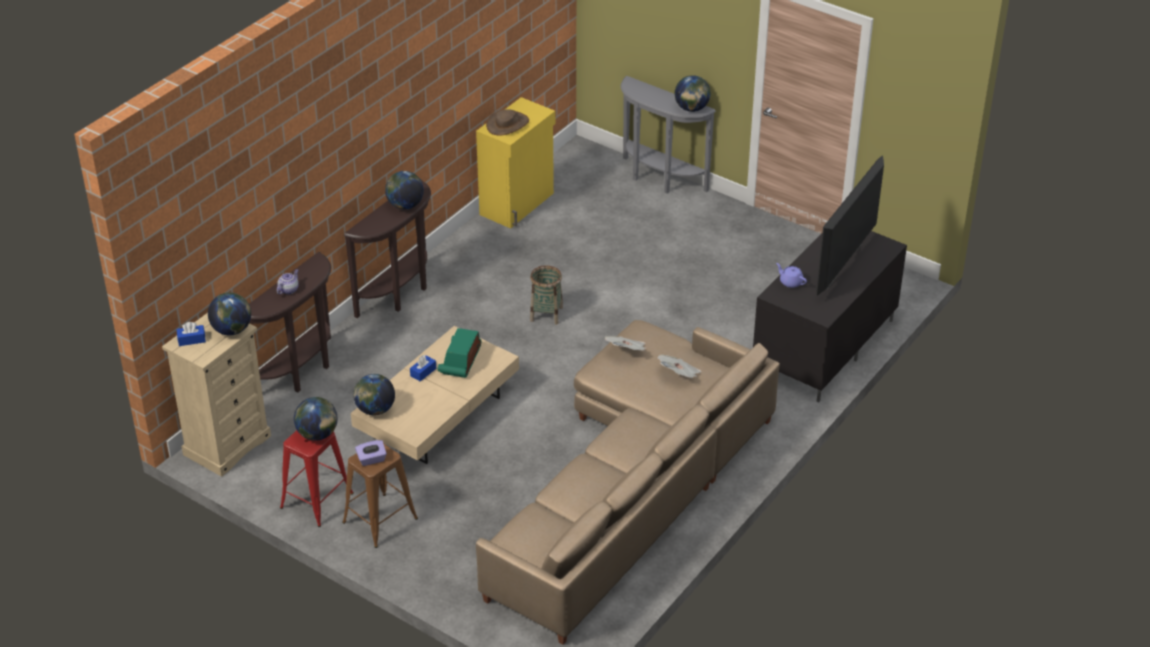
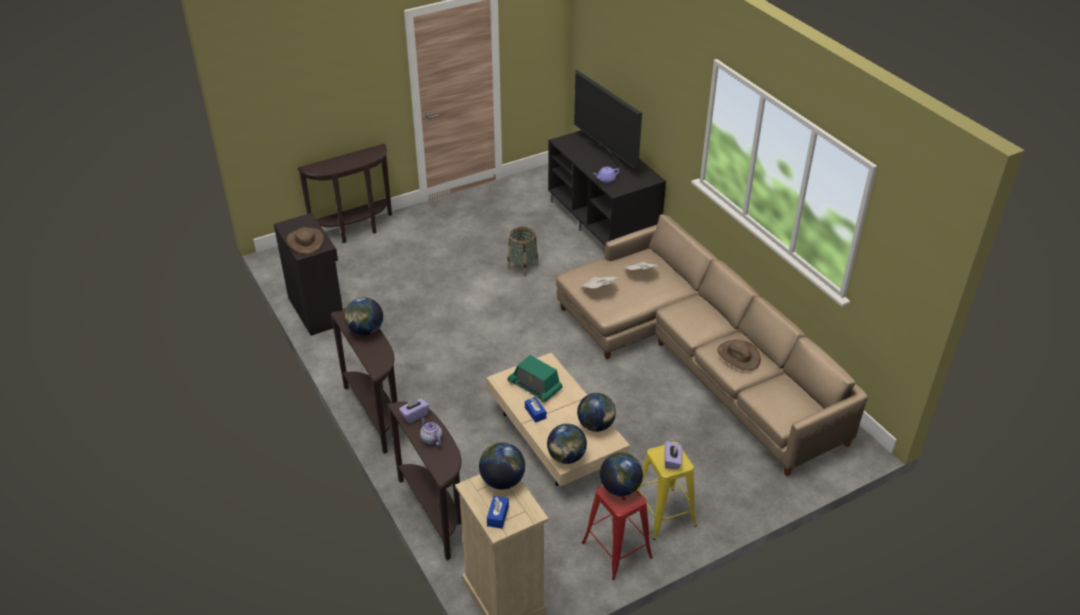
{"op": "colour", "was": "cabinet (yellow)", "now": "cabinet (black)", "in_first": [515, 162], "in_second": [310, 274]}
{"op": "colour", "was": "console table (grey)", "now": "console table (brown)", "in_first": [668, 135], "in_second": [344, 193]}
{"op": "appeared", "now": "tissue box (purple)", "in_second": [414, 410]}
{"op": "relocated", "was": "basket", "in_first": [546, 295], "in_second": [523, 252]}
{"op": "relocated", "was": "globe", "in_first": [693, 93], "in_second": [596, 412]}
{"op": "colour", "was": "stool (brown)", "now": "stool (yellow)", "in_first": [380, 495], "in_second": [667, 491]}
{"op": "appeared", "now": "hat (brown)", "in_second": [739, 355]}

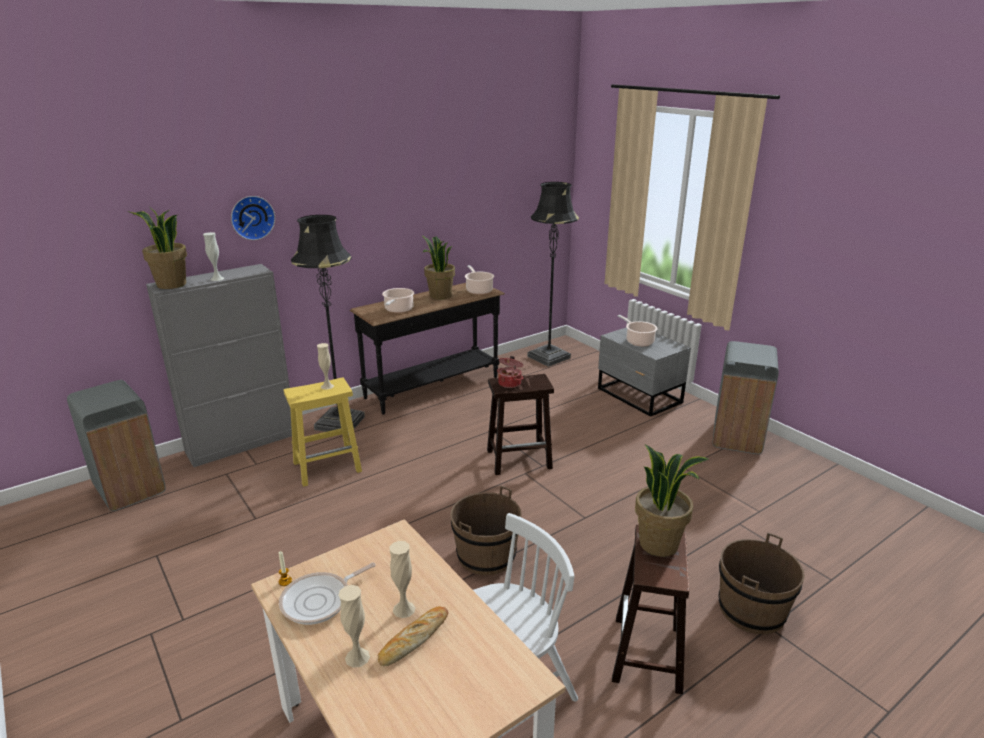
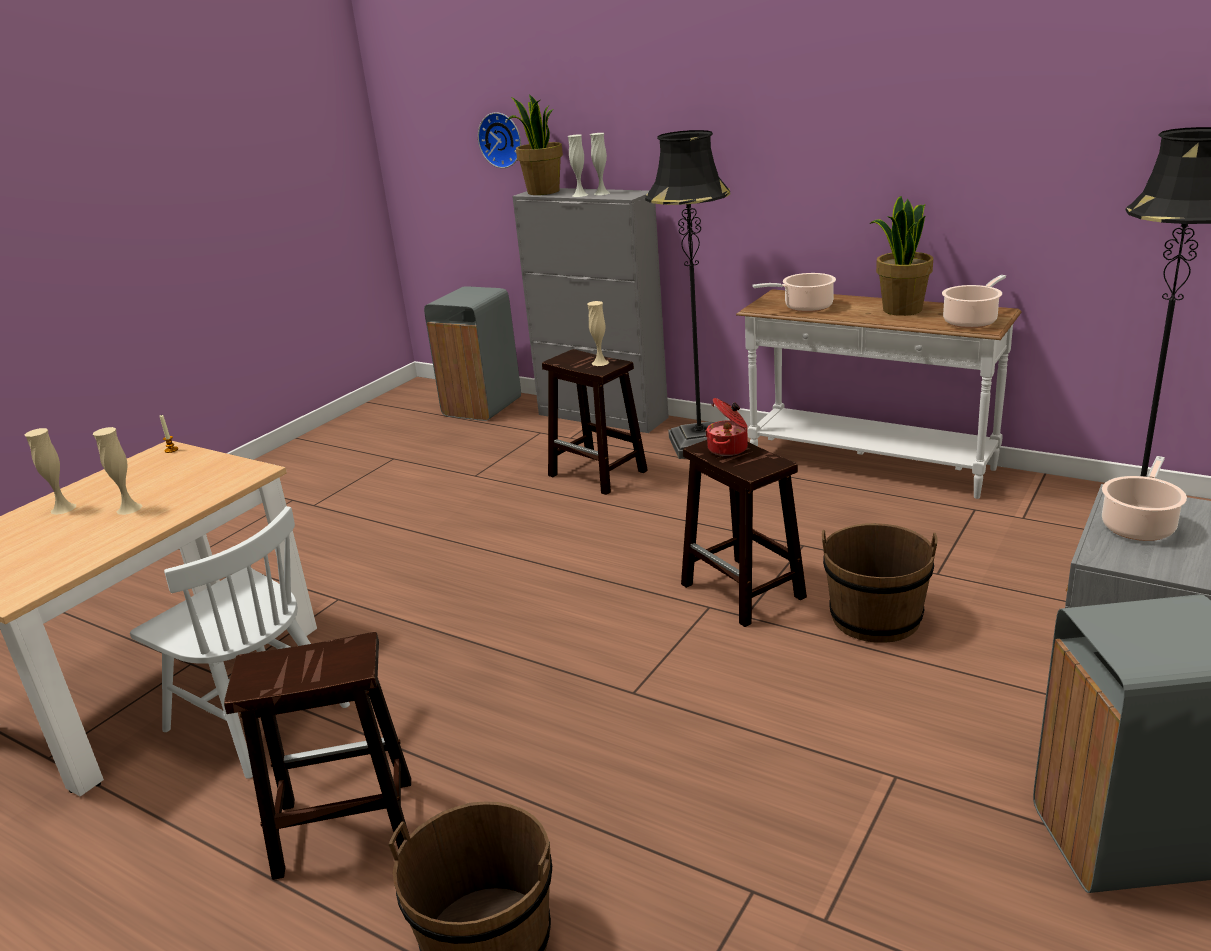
{"op": "relocated", "was": "wall clock", "in_first": [253, 218], "in_second": [499, 140]}
{"op": "colour", "was": "stool (yellow)", "now": "stool (brown)", "in_first": [323, 432], "in_second": [595, 422]}
{"op": "appeared", "now": "vase (white)", "in_second": [600, 164]}
{"op": "colour", "was": "console table (black)", "now": "console table (white)", "in_first": [427, 348], "in_second": [879, 394]}
{"op": "relocated", "was": "bucket (brown)", "in_first": [486, 530], "in_second": [880, 583]}
{"op": "missing", "was": "frying pan", "in_first": [327, 593]}
{"op": "missing", "was": "bread", "in_first": [413, 636]}
{"op": "missing", "was": "potted plant", "in_first": [672, 500]}

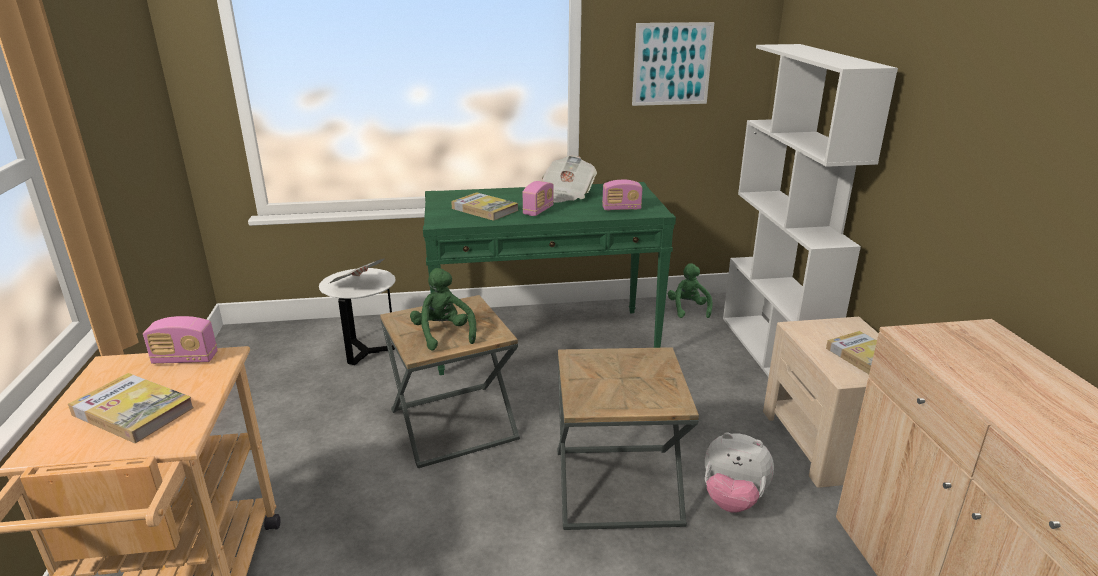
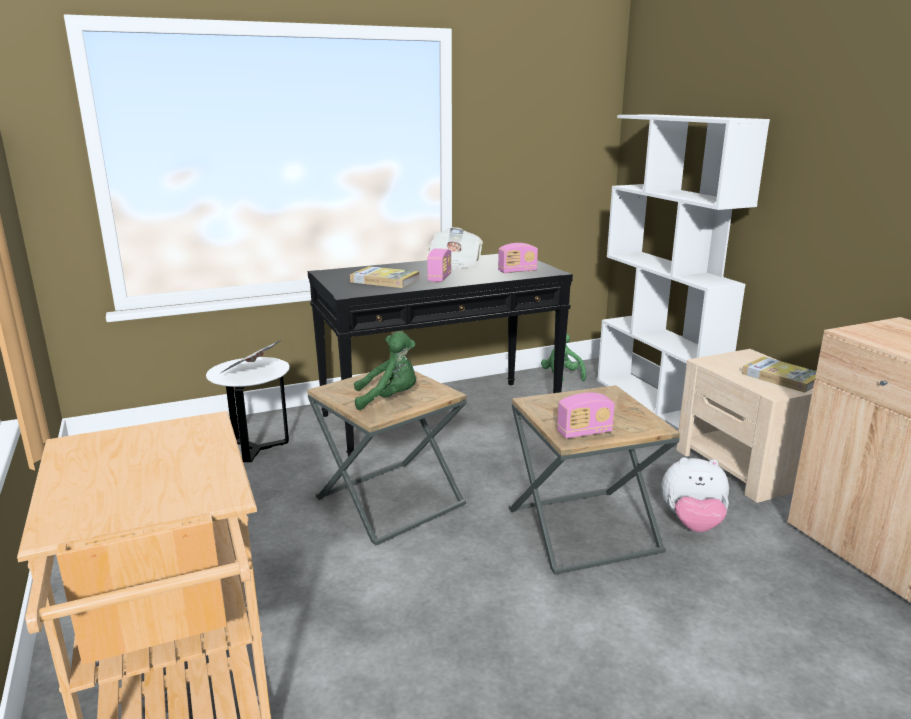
{"op": "colour", "was": "console table (green)", "now": "console table (black)", "in_first": [549, 278], "in_second": [440, 355]}
{"op": "spun", "was": "plush toy (green)", "in_first": [443, 309], "in_second": [385, 370], "clockwise": 120}
{"op": "relocated", "was": "radio", "in_first": [180, 340], "in_second": [586, 415]}
{"op": "missing", "was": "book", "in_first": [131, 408]}
{"op": "missing", "was": "picture", "in_first": [673, 64]}

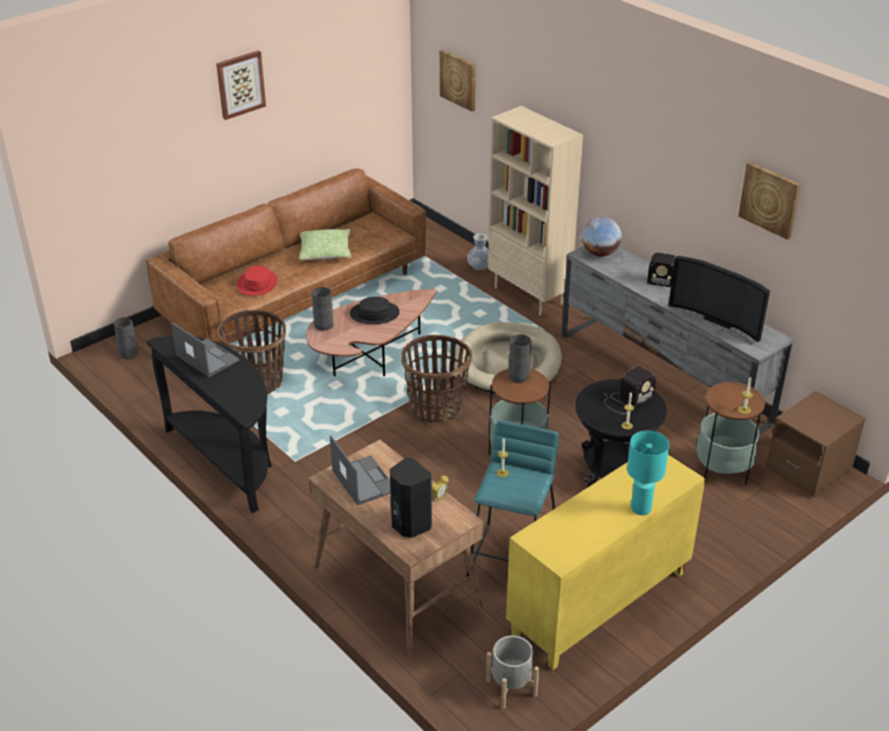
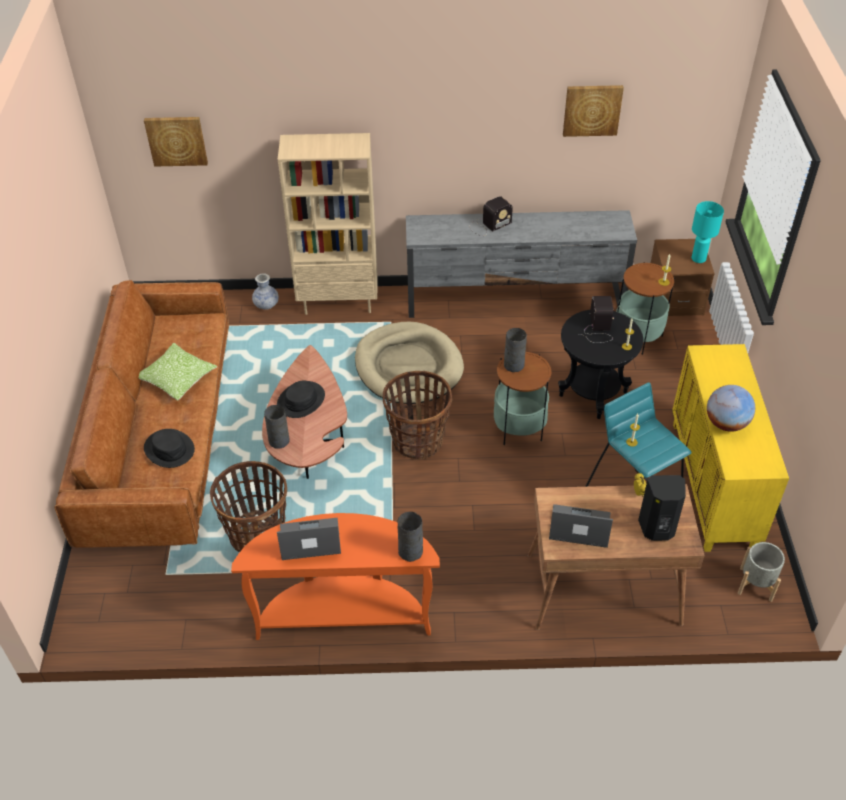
{"op": "colour", "was": "hat (red)", "now": "hat (black)", "in_first": [257, 281], "in_second": [169, 448]}
{"op": "colour", "was": "console table (black)", "now": "console table (orange)", "in_first": [209, 424], "in_second": [335, 576]}
{"op": "relocated", "was": "vase (grey)", "in_first": [126, 338], "in_second": [410, 537]}
{"op": "relocated", "was": "table lamp (turquoise)", "in_first": [648, 473], "in_second": [708, 232]}
{"op": "relocated", "was": "globe", "in_first": [601, 236], "in_second": [731, 408]}
{"op": "missing", "was": "picture", "in_first": [241, 85]}
{"op": "missing", "was": "television", "in_first": [719, 299]}

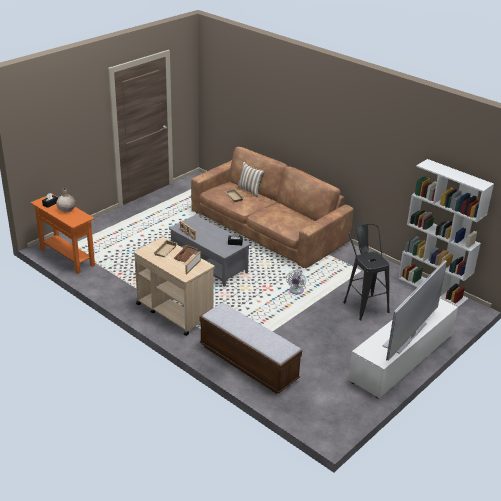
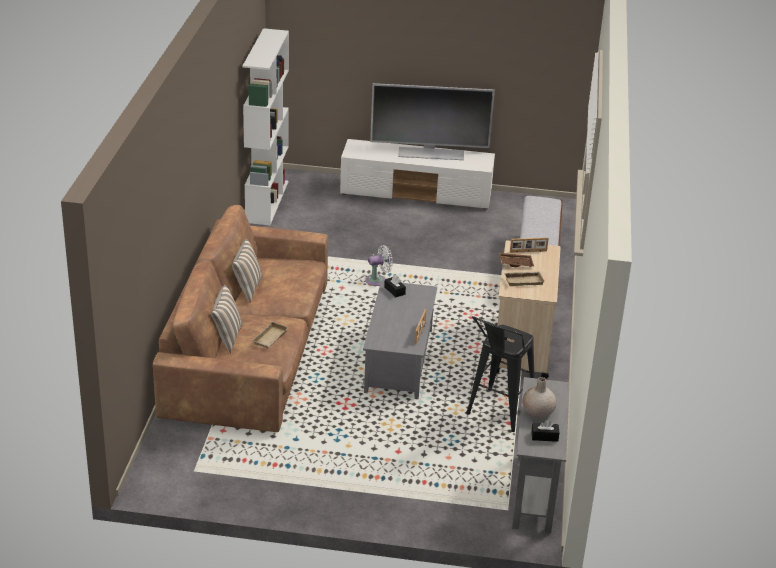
{"op": "appeared", "now": "pillow", "in_second": [247, 270]}
{"op": "relocated", "was": "stool (black)", "in_first": [366, 272], "in_second": [500, 374]}
{"op": "colour", "was": "console table (orange)", "now": "console table (grey)", "in_first": [62, 234], "in_second": [541, 455]}

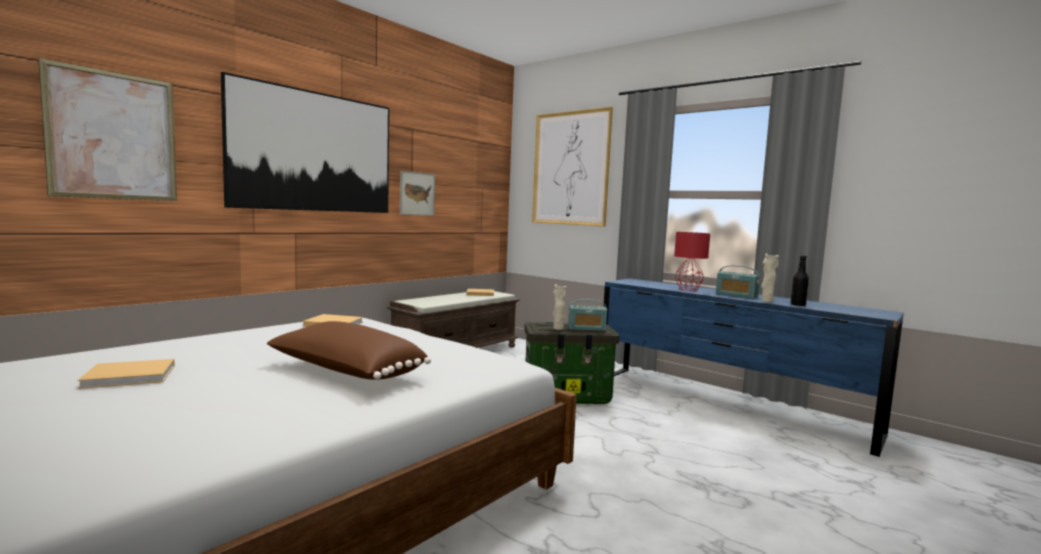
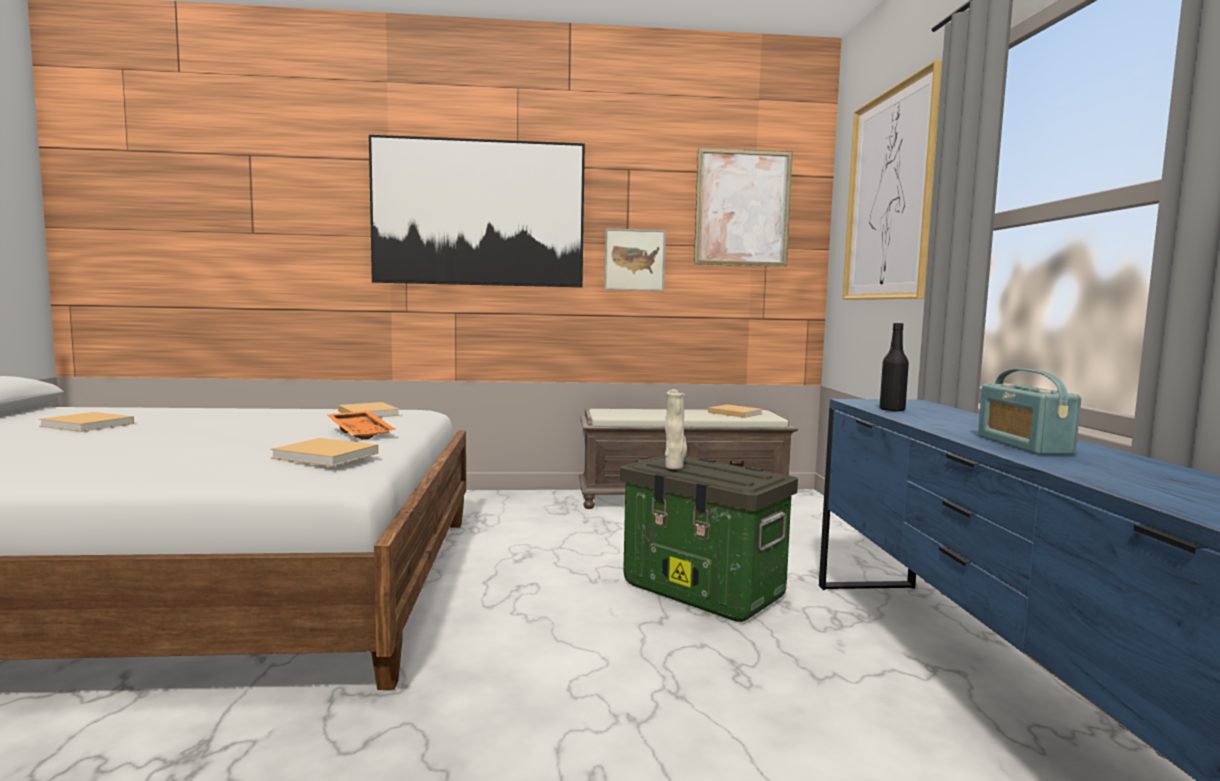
{"op": "appeared", "now": "book (beige)", "in_second": [324, 452]}
{"op": "appeared", "now": "tray (orange)", "in_second": [362, 425]}
{"op": "relocated", "was": "picture", "in_first": [107, 129], "in_second": [743, 207]}
{"op": "relocated", "was": "bottle (black)", "in_first": [799, 280], "in_second": [894, 367]}
{"op": "missing", "was": "pillow (brown)", "in_first": [348, 350]}
{"op": "missing", "was": "radio", "in_first": [587, 315]}
{"op": "missing", "was": "table lamp (red)", "in_first": [692, 262]}
{"op": "missing", "was": "vase (beige)", "in_first": [770, 277]}

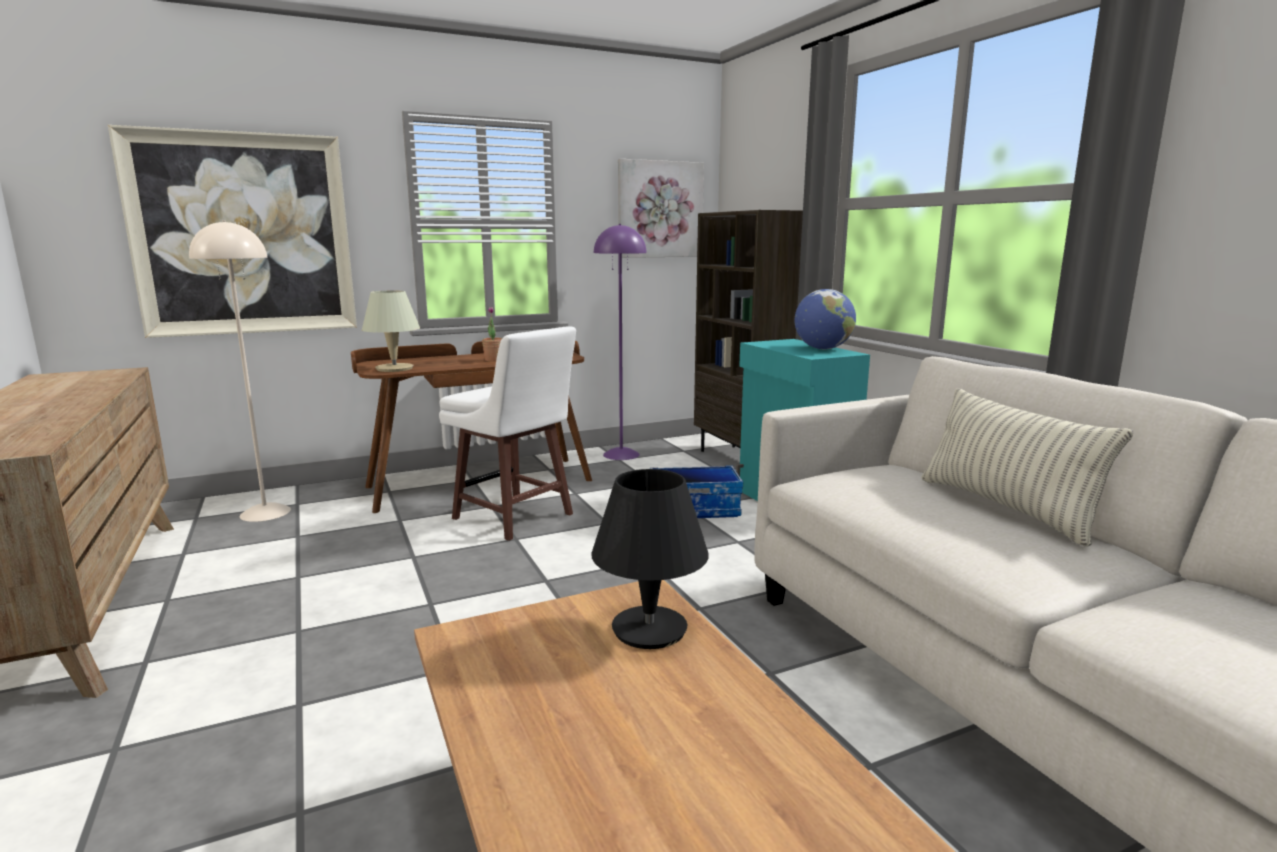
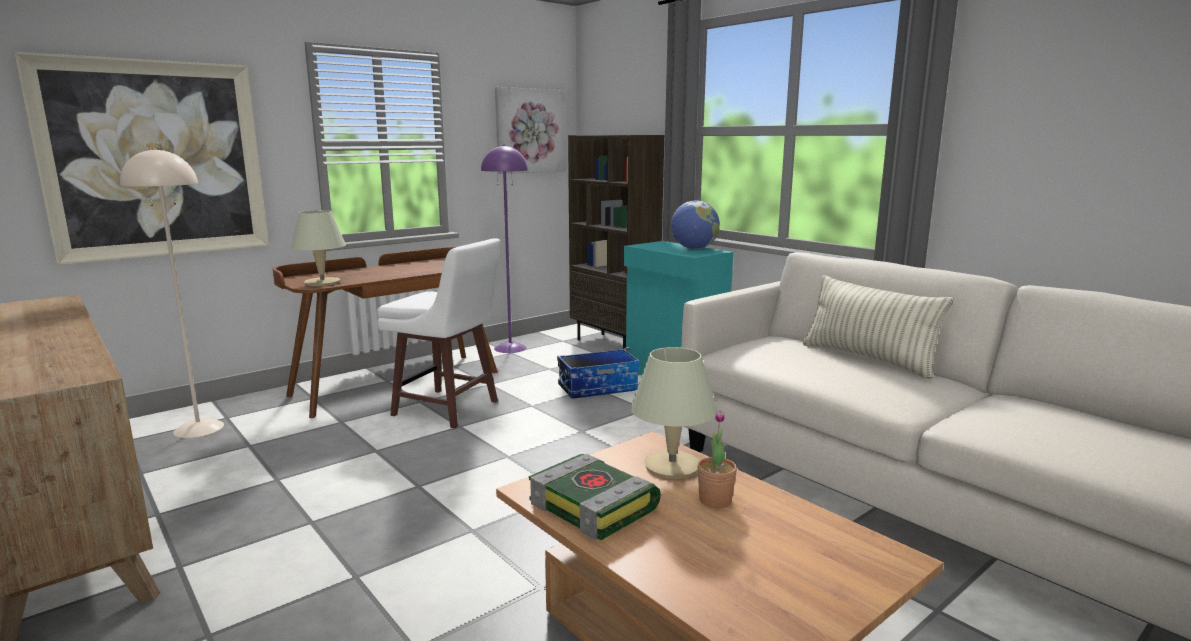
{"op": "appeared", "now": "book", "in_second": [595, 497]}
{"op": "colour", "was": "table lamp (black)", "now": "table lamp (beige)", "in_first": [650, 559], "in_second": [674, 413]}
{"op": "relocated", "was": "potted plant", "in_first": [492, 334], "in_second": [717, 459]}

